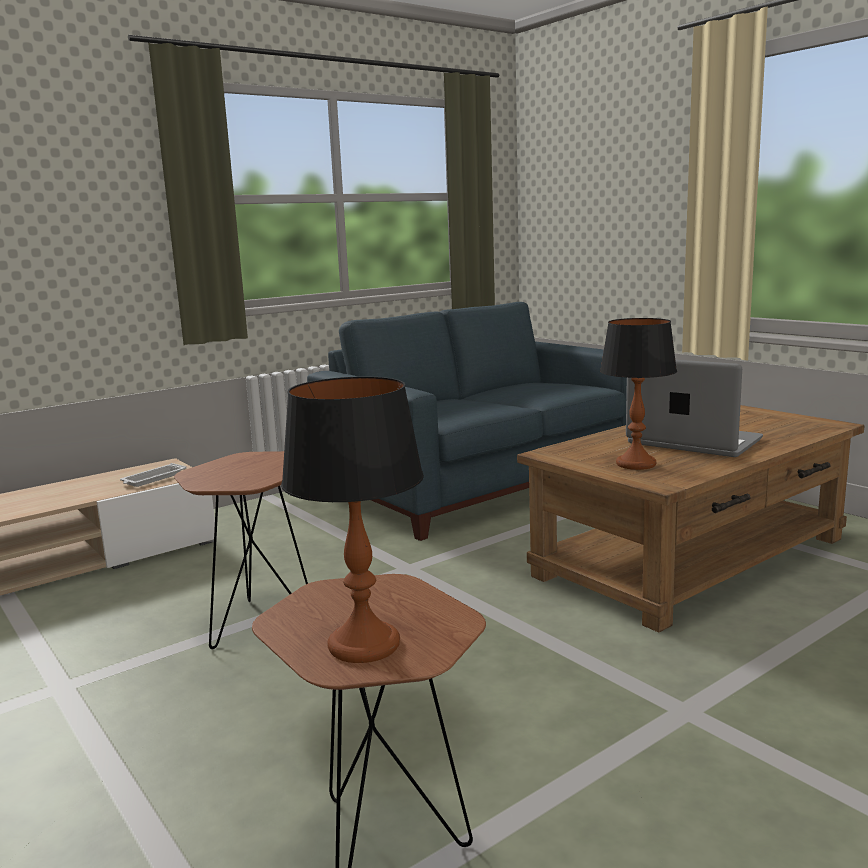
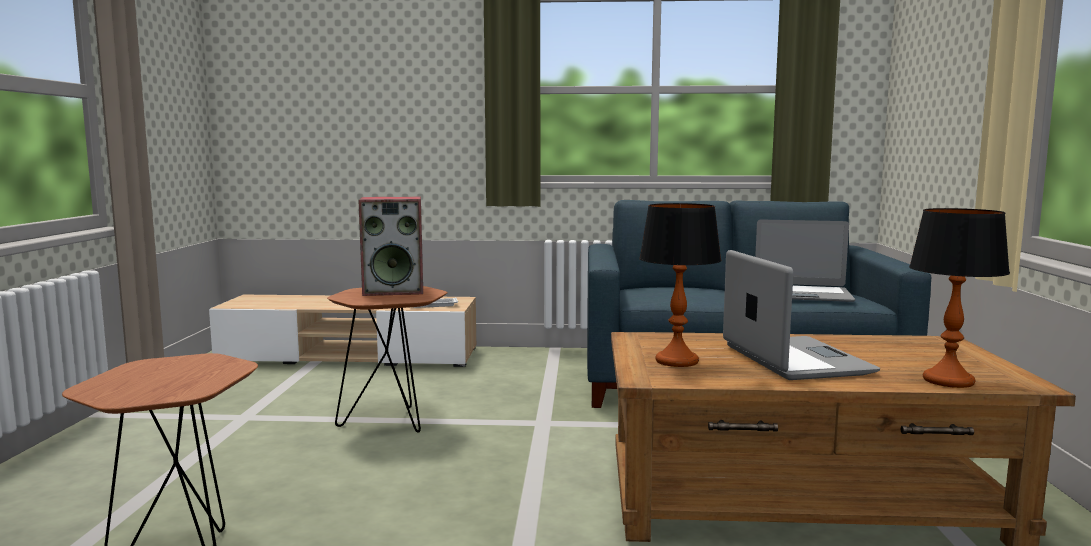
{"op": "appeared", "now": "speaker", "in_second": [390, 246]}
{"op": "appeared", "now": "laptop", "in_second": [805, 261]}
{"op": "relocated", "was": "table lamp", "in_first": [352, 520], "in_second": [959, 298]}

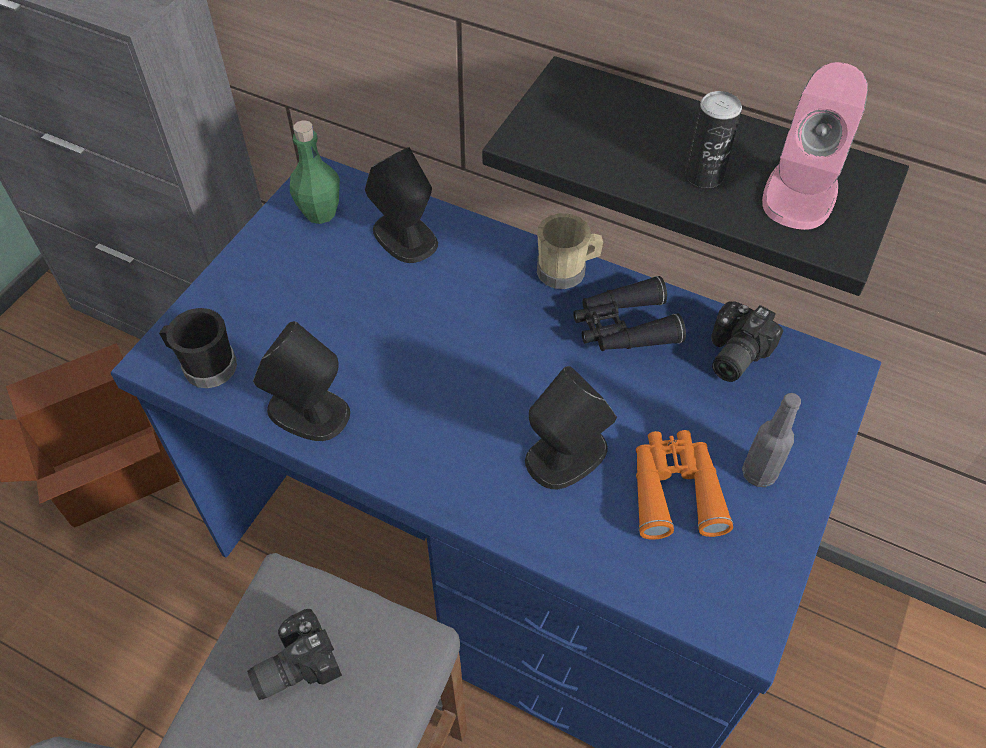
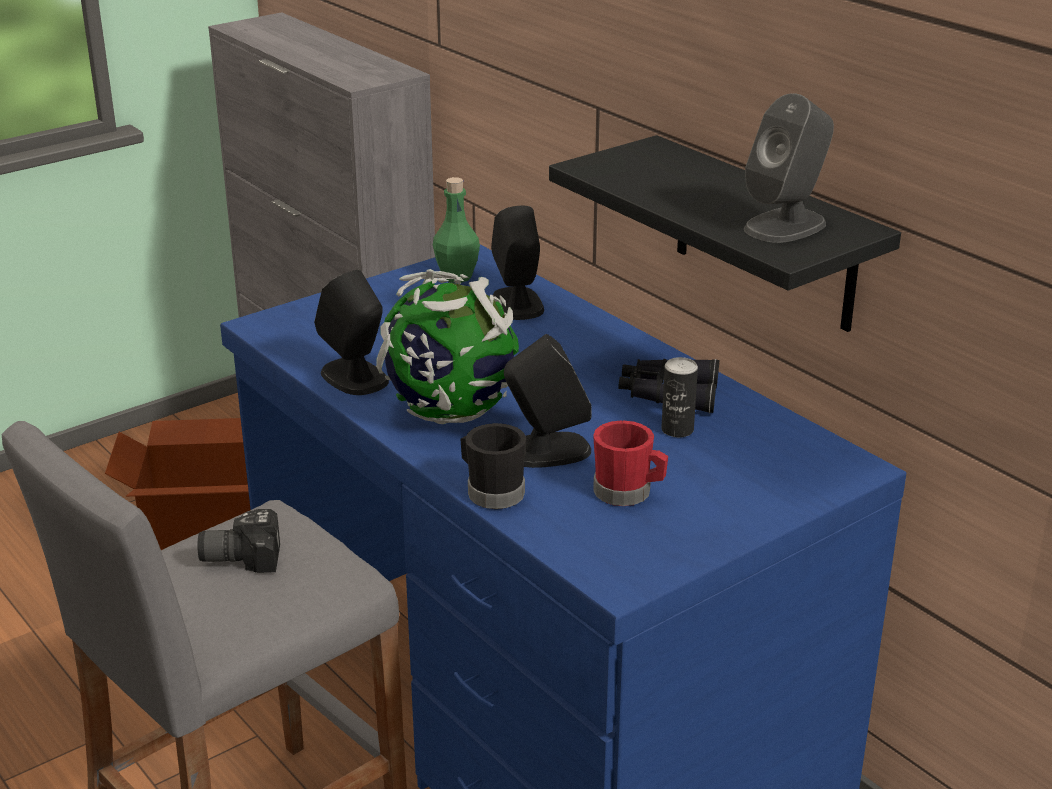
{"op": "appeared", "now": "globe", "in_second": [447, 346]}
{"op": "relocated", "was": "mug (black)", "in_first": [198, 348], "in_second": [493, 466]}
{"op": "exchanged", "was": "binoculars (orange)", "now": "mug (red)", "in_first": [684, 485], "in_second": [630, 463]}
{"op": "relocated", "was": "can", "in_first": [713, 139], "in_second": [679, 397]}
{"op": "colour", "was": "speaker (pink)", "now": "speaker (grey)", "in_first": [815, 146], "in_second": [789, 168]}
{"op": "missing", "was": "mug (beige)", "in_first": [570, 251]}
{"op": "missing", "was": "photo camera", "in_first": [747, 341]}
{"op": "missing", "was": "bottle (grey)", "in_first": [771, 440]}

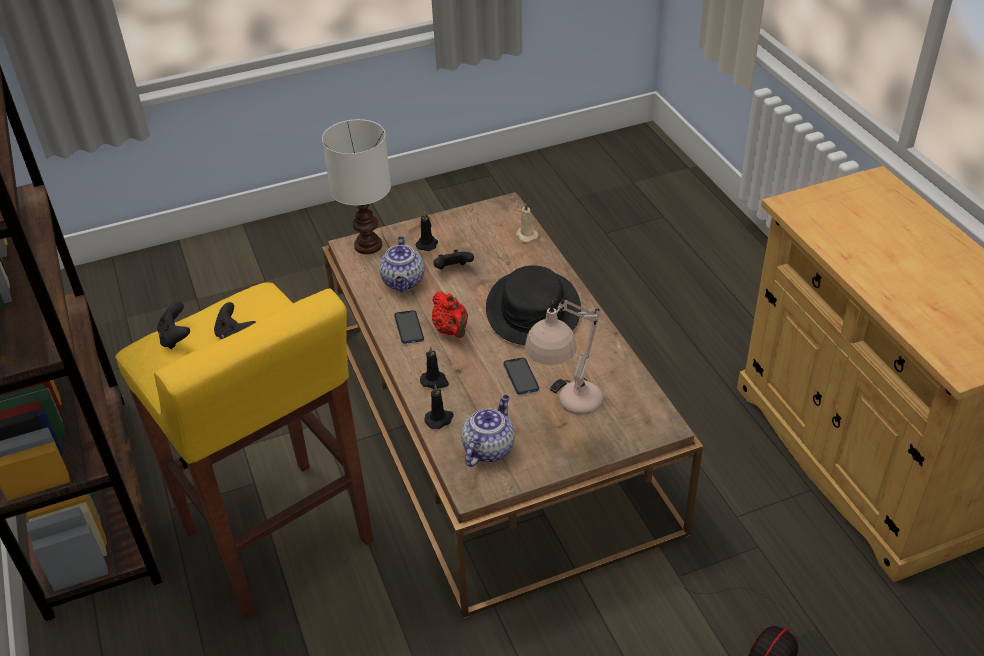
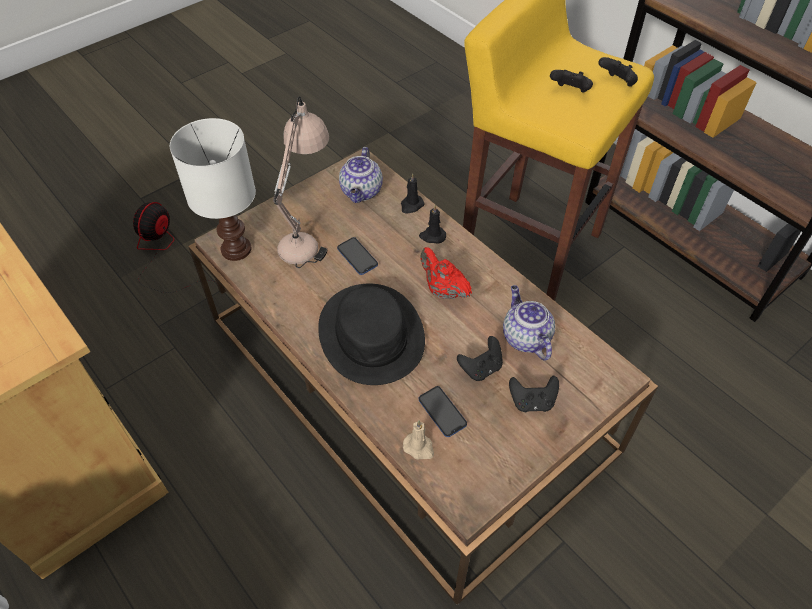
{"op": "relocated", "was": "table lamp (white)", "in_first": [356, 186], "in_second": [213, 189]}
{"op": "relocated", "was": "phone", "in_first": [409, 327], "in_second": [443, 411]}
{"op": "exchanged", "was": "candle (black)", "now": "game controller (black)", "in_first": [427, 231], "in_second": [534, 394]}

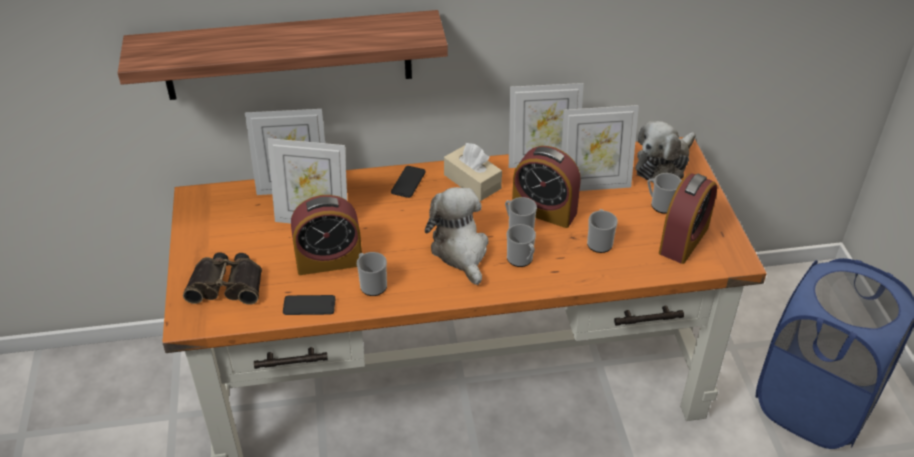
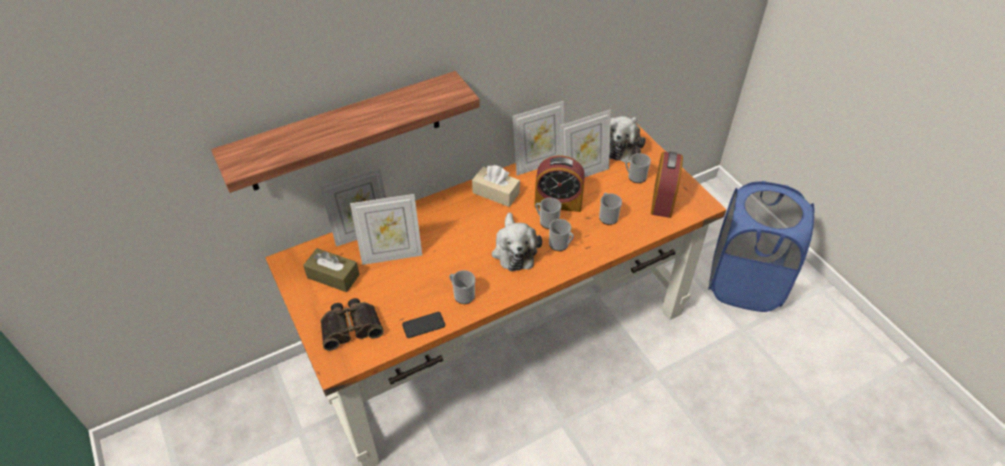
{"op": "appeared", "now": "tissue box (brown)", "in_second": [331, 270]}
{"op": "spun", "was": "plush toy", "in_first": [456, 236], "in_second": [517, 241], "clockwise": -150}
{"op": "missing", "was": "alarm clock", "in_first": [326, 235]}
{"op": "missing", "was": "phone", "in_first": [408, 182]}

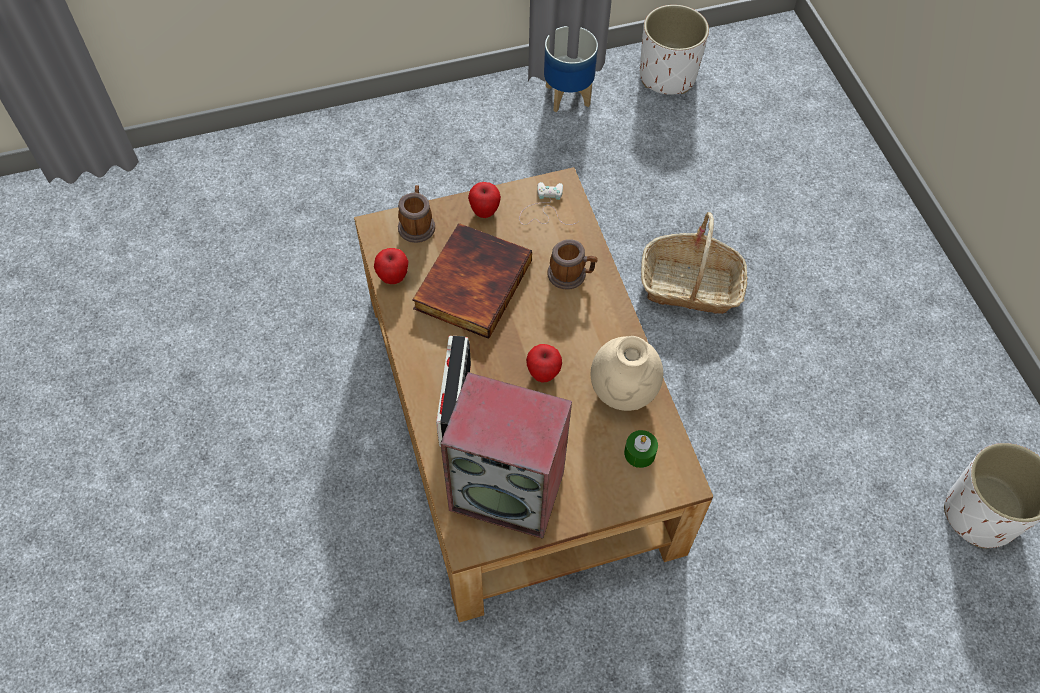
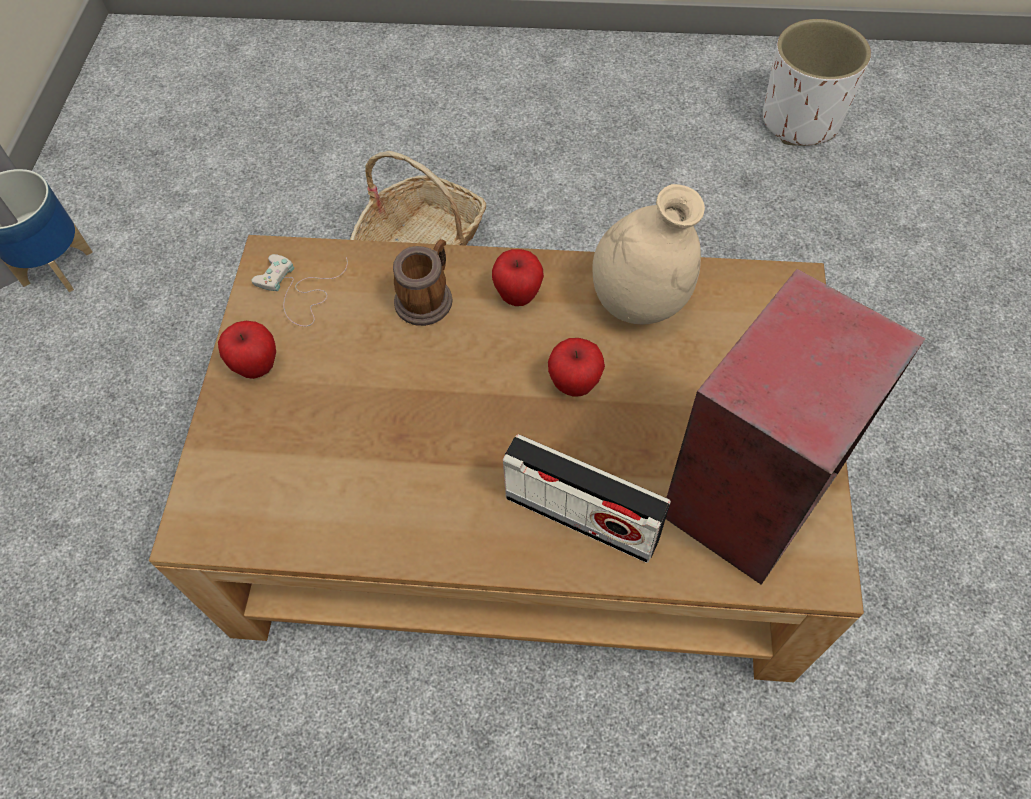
{"op": "relocated", "was": "apple", "in_first": [391, 266], "in_second": [518, 277]}
{"op": "missing", "was": "mug", "in_first": [416, 214]}
{"op": "missing", "was": "book", "in_first": [472, 281]}
{"op": "missing", "was": "candle (green)", "in_first": [641, 449]}
{"op": "missing", "was": "planter (white)", "in_first": [674, 50]}

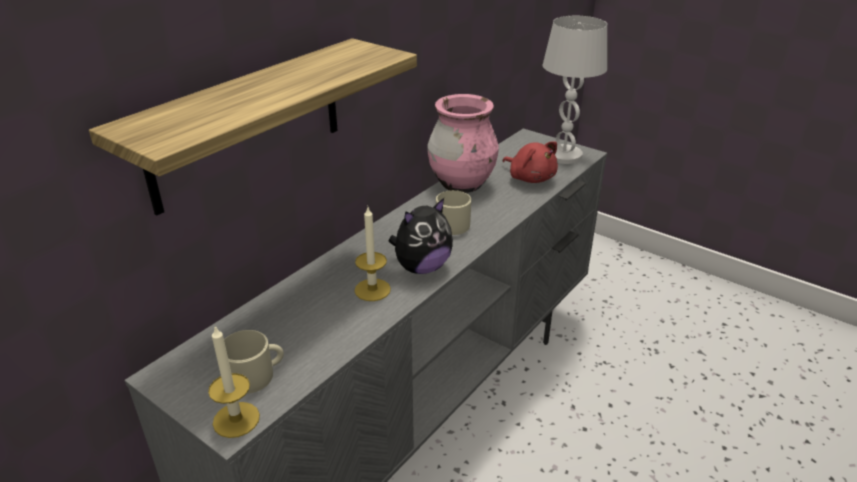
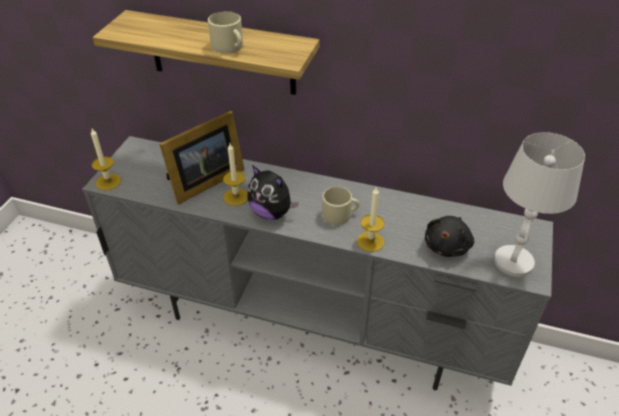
{"op": "appeared", "now": "picture frame", "in_second": [202, 157]}
{"op": "relocated", "was": "mug (beige)", "in_first": [254, 362], "in_second": [225, 32]}
{"op": "appeared", "now": "candle", "in_second": [371, 219]}
{"op": "colour", "was": "plush toy (red)", "now": "plush toy (black)", "in_first": [530, 162], "in_second": [449, 236]}
{"op": "missing", "was": "vase (pink)", "in_first": [463, 143]}

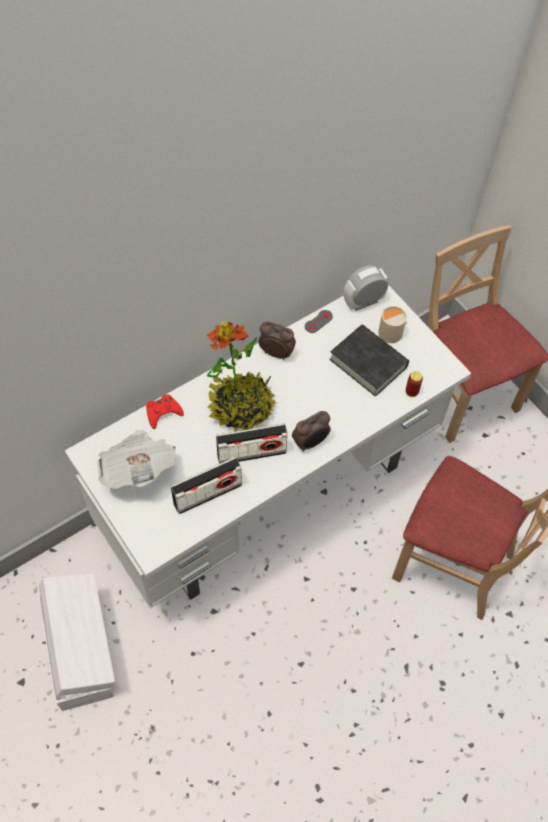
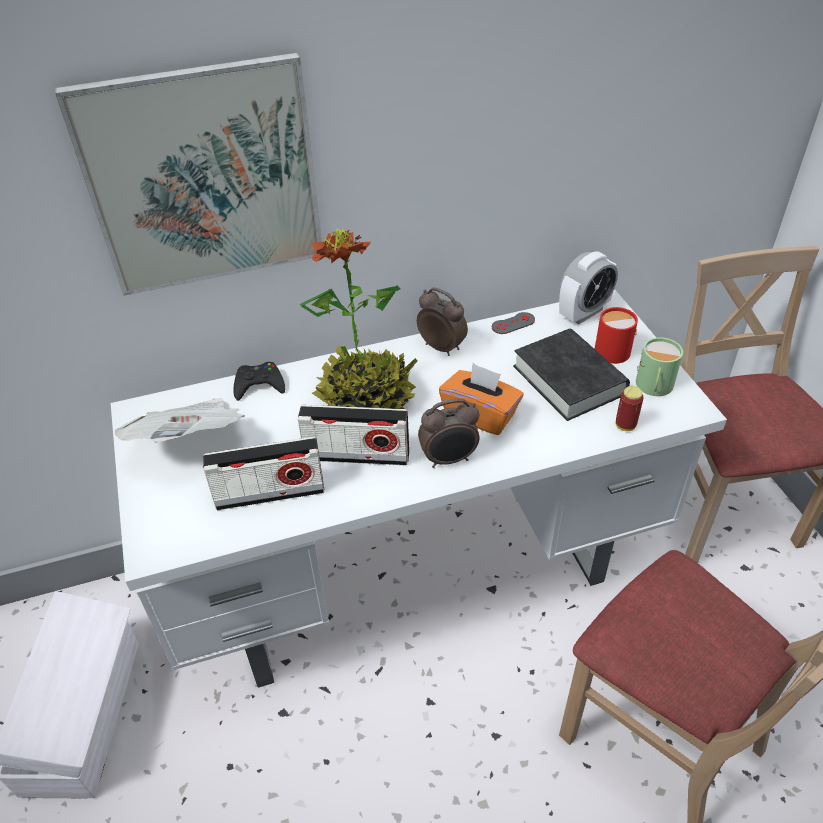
{"op": "appeared", "now": "picture", "in_second": [188, 174]}
{"op": "colour", "was": "game controller (red)", "now": "game controller (black)", "in_first": [165, 411], "in_second": [259, 381]}
{"op": "appeared", "now": "tissue box (orange)", "in_second": [481, 399]}
{"op": "spun", "was": "alarm clock", "in_first": [366, 288], "in_second": [588, 288], "clockwise": 150}
{"op": "colour", "was": "mug (beige)", "now": "mug (red)", "in_first": [392, 324], "in_second": [616, 335]}
{"op": "appeared", "now": "mug (green)", "in_second": [659, 366]}

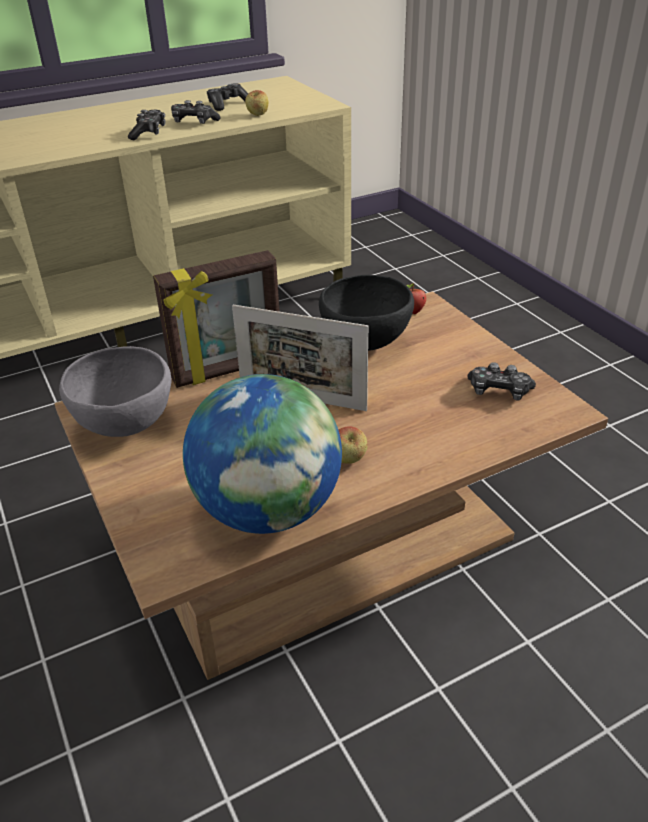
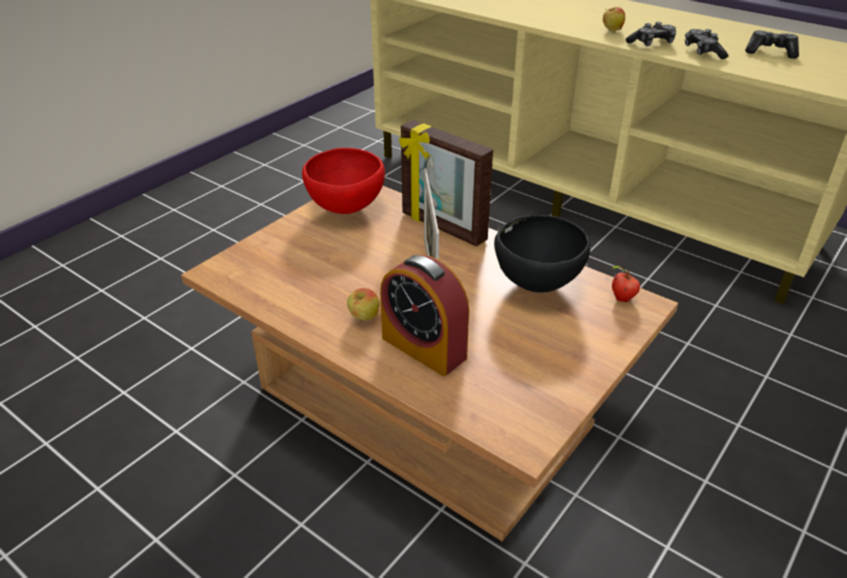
{"op": "colour", "was": "bowl (grey)", "now": "bowl (red)", "in_first": [115, 391], "in_second": [343, 181]}
{"op": "appeared", "now": "alarm clock", "in_second": [424, 315]}
{"op": "relocated", "was": "apple", "in_first": [257, 103], "in_second": [614, 19]}
{"op": "missing", "was": "globe", "in_first": [262, 454]}
{"op": "missing", "was": "game controller", "in_first": [501, 381]}

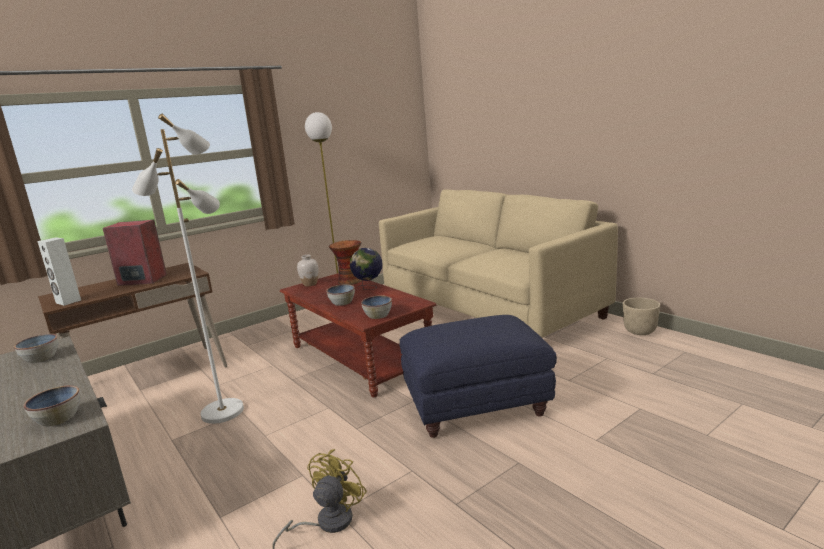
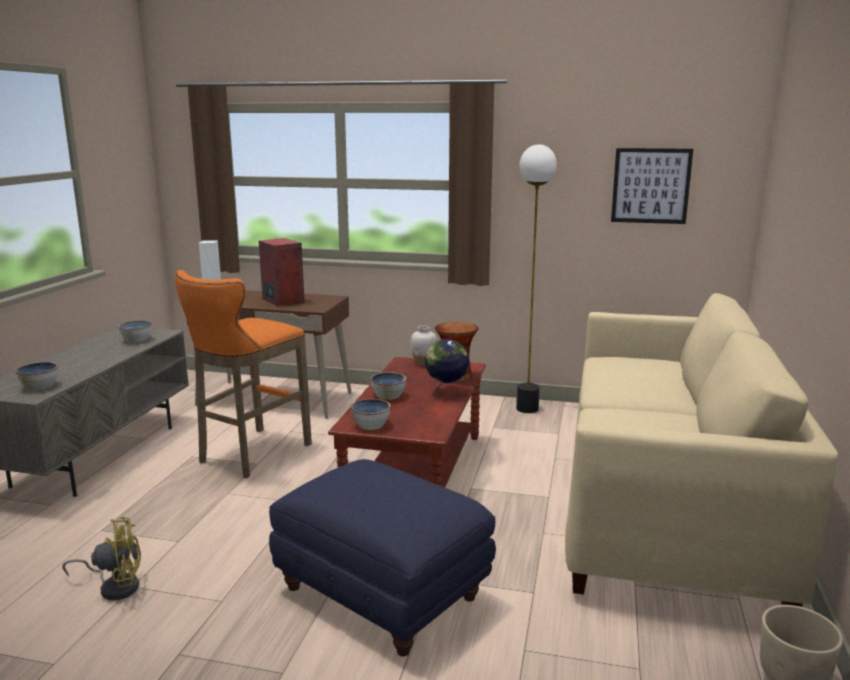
{"op": "exchanged", "was": "floor lamp (white)", "now": "stool (orange)", "in_first": [188, 269], "in_second": [243, 374]}
{"op": "appeared", "now": "picture", "in_second": [652, 186]}

